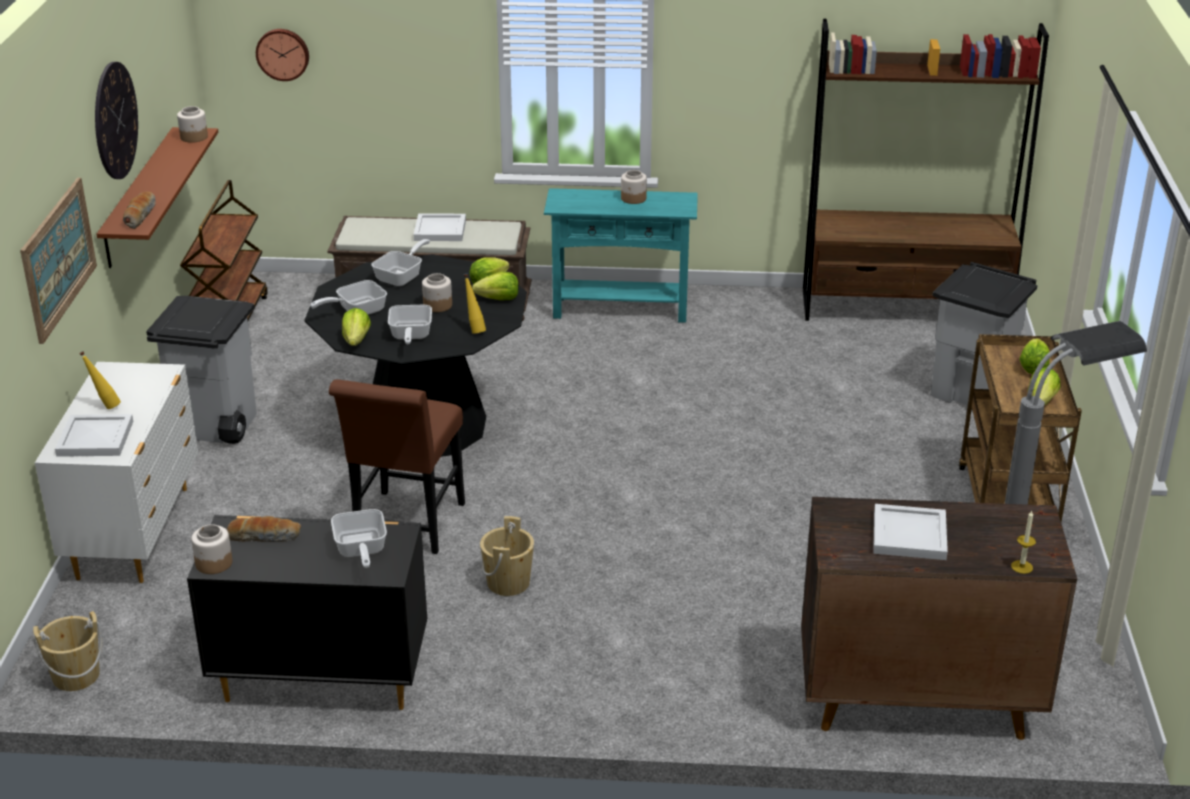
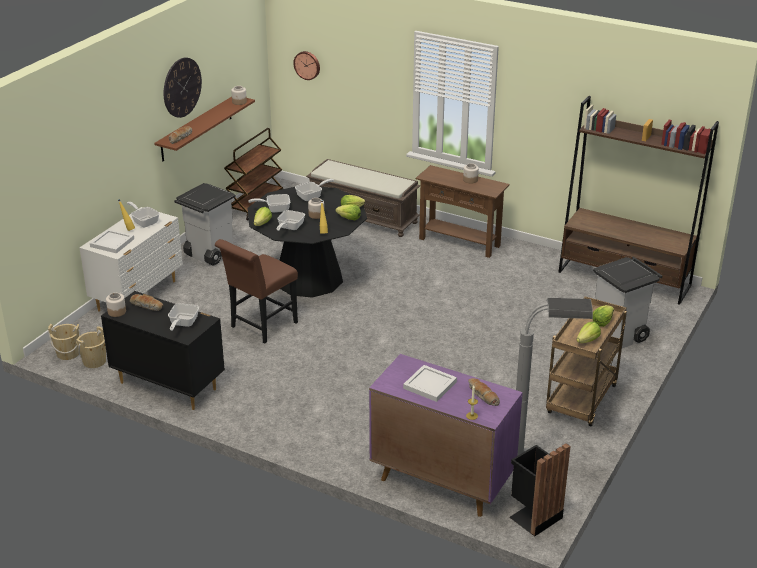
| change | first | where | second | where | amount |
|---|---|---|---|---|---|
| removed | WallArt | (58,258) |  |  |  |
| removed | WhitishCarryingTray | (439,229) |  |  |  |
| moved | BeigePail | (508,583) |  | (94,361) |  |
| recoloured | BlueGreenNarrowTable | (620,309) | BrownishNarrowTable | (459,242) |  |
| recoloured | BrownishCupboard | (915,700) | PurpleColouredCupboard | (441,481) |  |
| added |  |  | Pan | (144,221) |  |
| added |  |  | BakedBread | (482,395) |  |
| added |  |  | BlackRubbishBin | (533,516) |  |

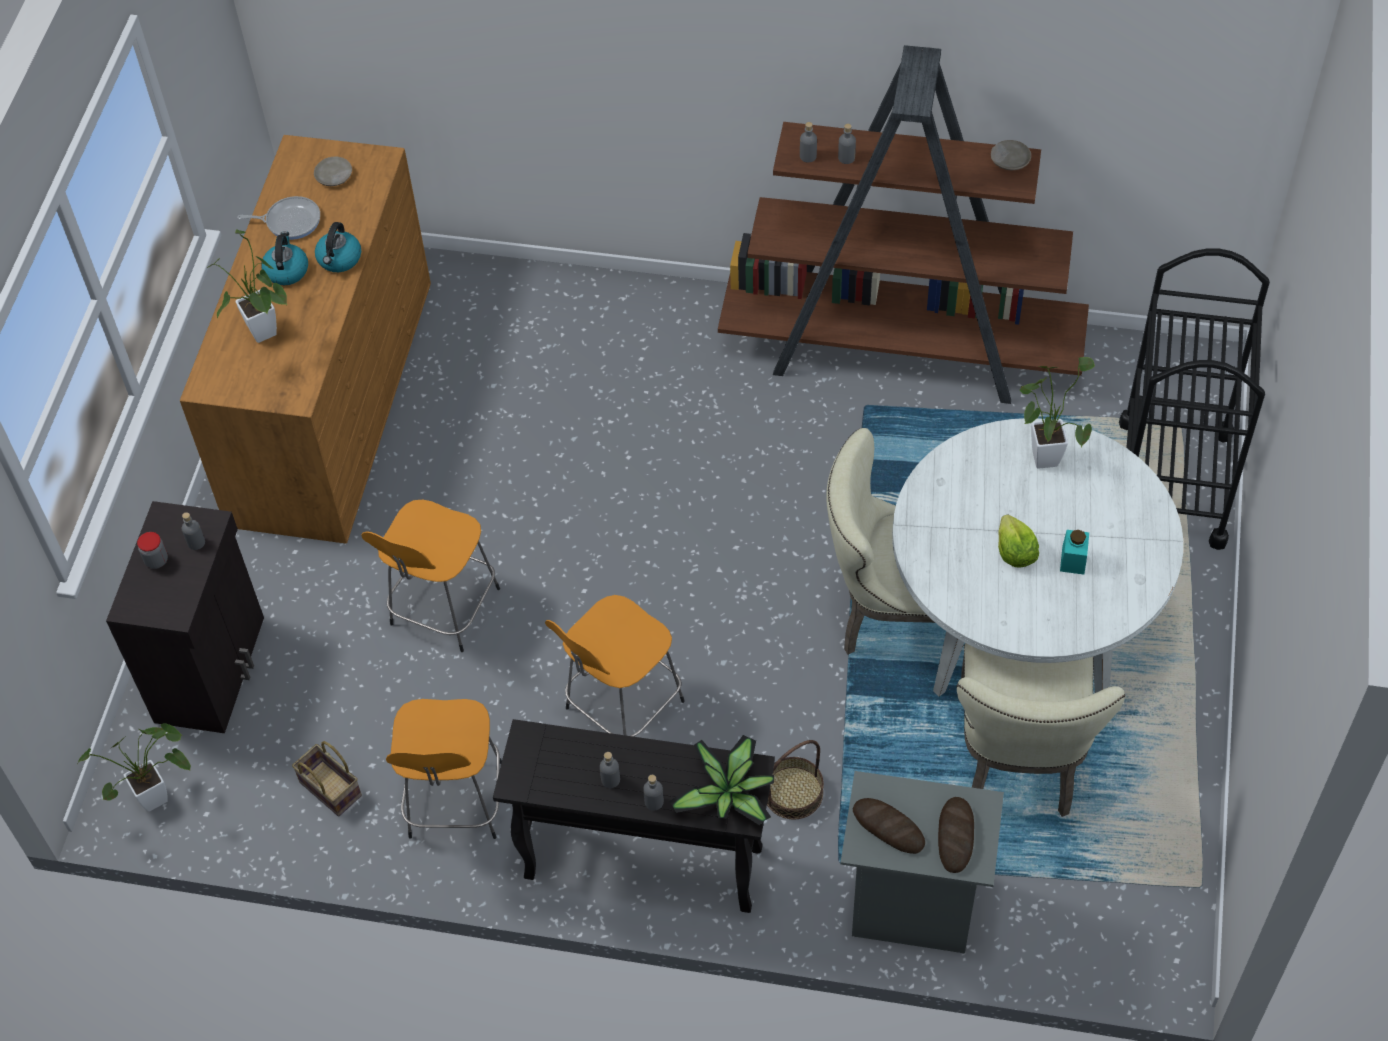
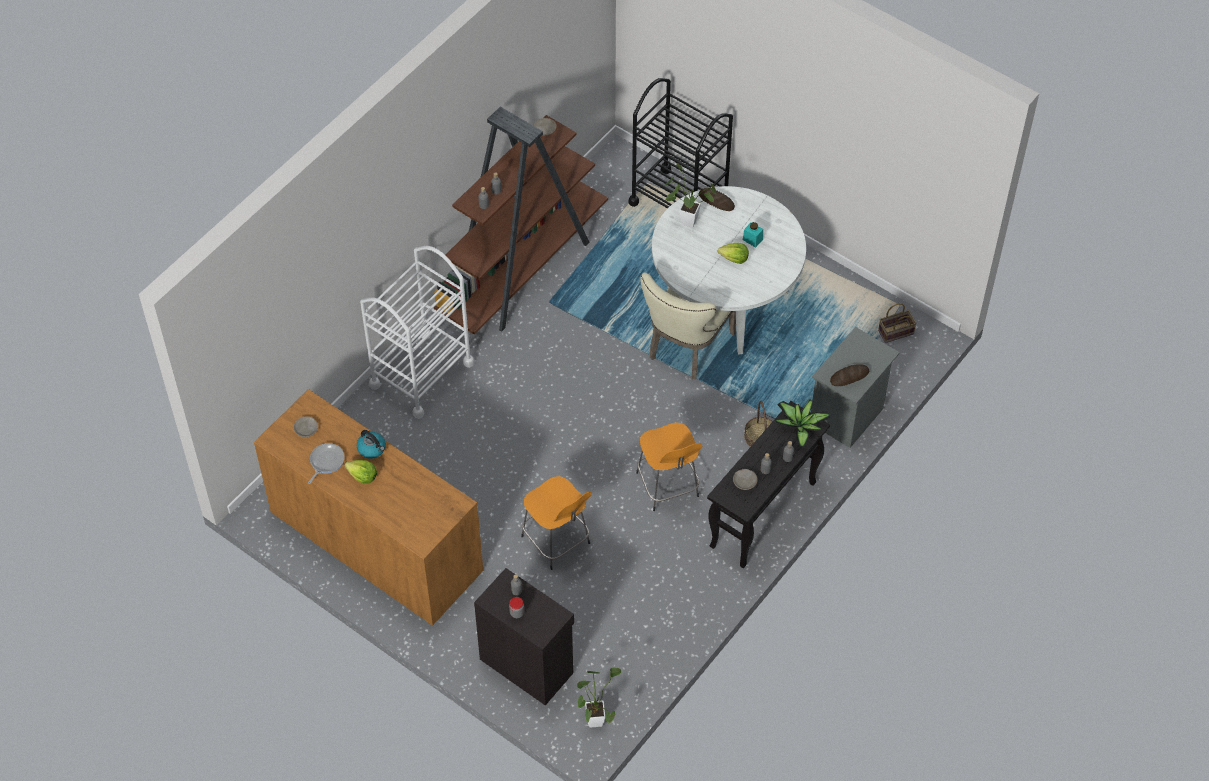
| change | first | where | second | where | amount |
|---|---|---|---|---|---|
| removed | PottedPlant | (265,337) |  |  |  |
| replaced | WaterKettle | (286,270) | Lettuce | (362,476) |  |
| moved | Basket | (328,789) |  | (895,333) |  |
| removed | OrangeyStool | (455,803) |  |  |  |
| moved | BakedBread | (955,836) |  | (716,201) |  |
| removed | BeigeChair | (1019,764) |  |  |  |
| added |  |  | WhitishCart | (421,374) |  |
| added |  |  | BeigePlate | (745,481) |  |

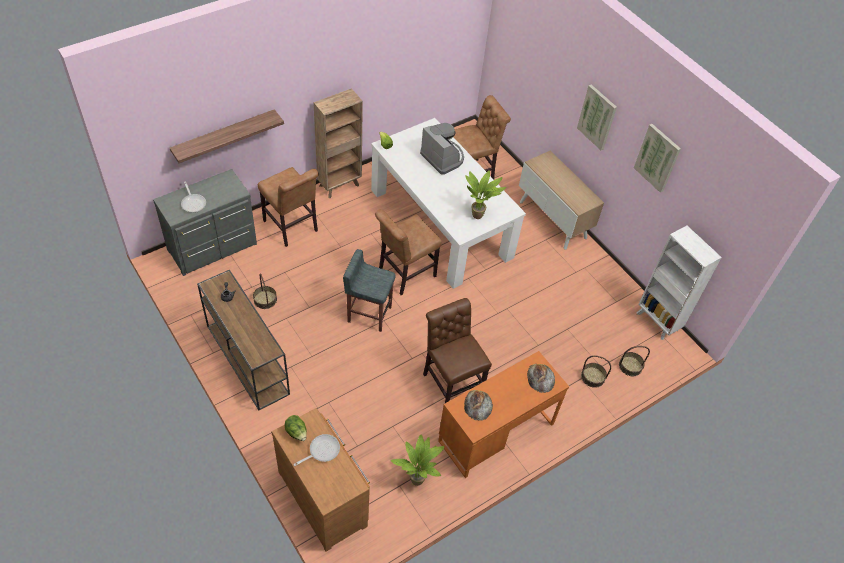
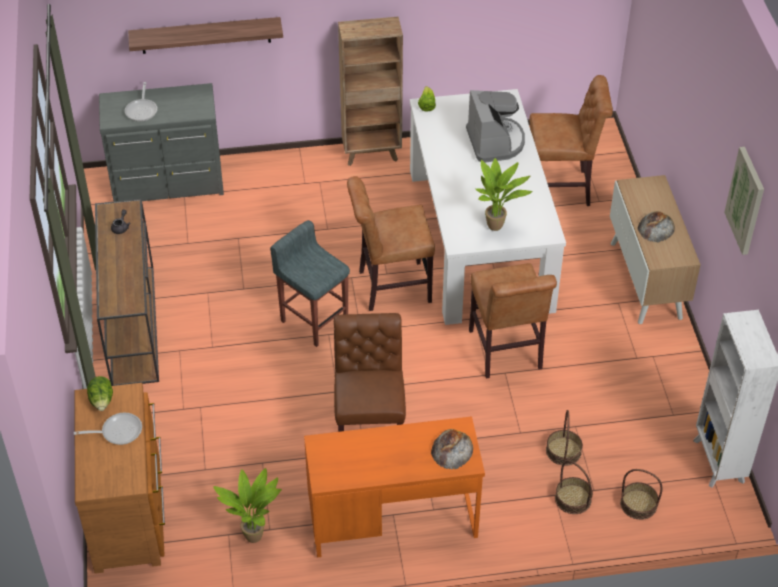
| change | first | where | second | where | amount |
|---|---|---|---|---|---|
| moved | Basket | (265,299) |  | (563,451) |  |
| moved | BrownishChair | (292,228) |  | (506,353) |  |
| moved | BakedBread | (478,405) |  | (656,227) |  |
| removed | WallArt | (597,117) |  |  |  |

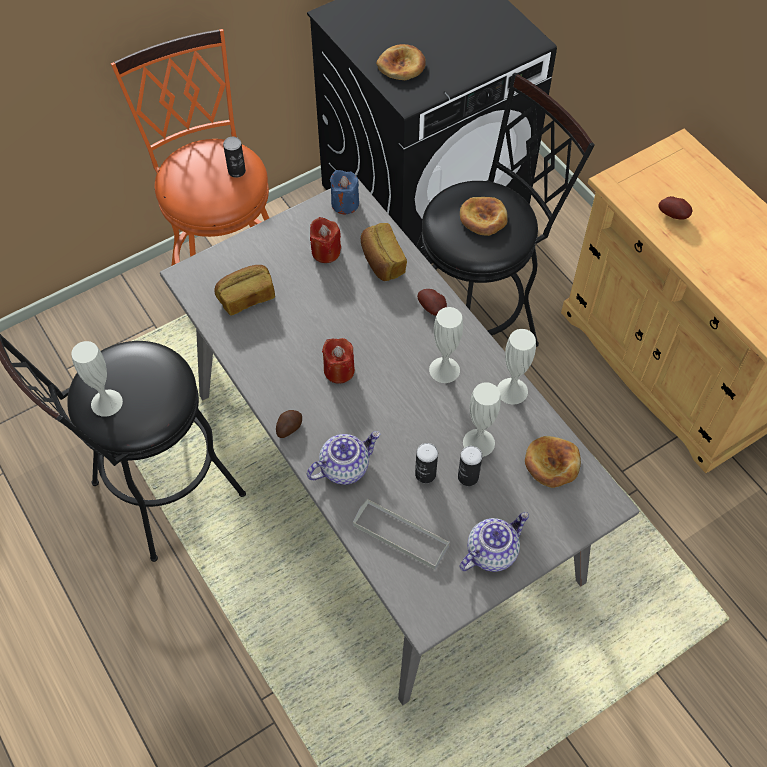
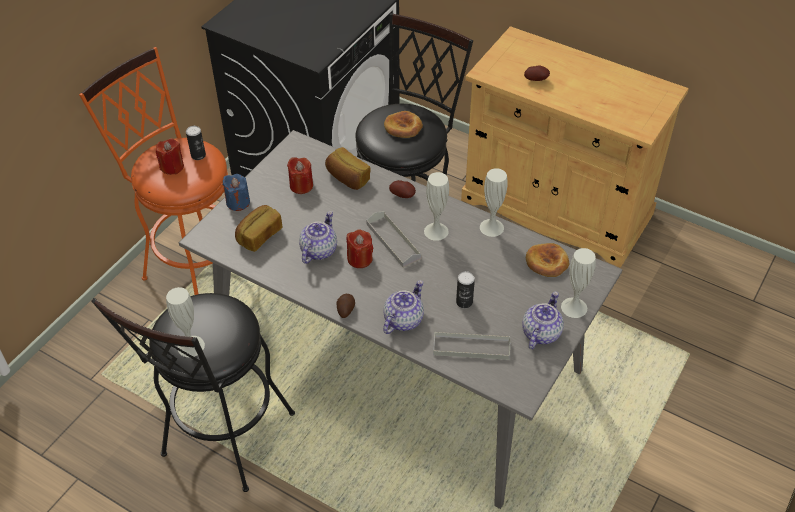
| change | first | where | second | where | amount |
|---|---|---|---|---|---|
| moved | BluishWaxLight | (345,203) |  | (238,202) |  |
| removed | BakedBread | (402,65) |  |  |  |
| removed | SealedCan | (468,477) |  |  |  |
| moved | WhitishFlowerVase | (478,442) |  | (574,307) |  |
| added |  |  | RedColouredWaxLight | (172,167) |  |
| added |  |  | PotForTea | (318,250) |  |
| added |  |  | GreyishCarryingTray | (393,241) |  |

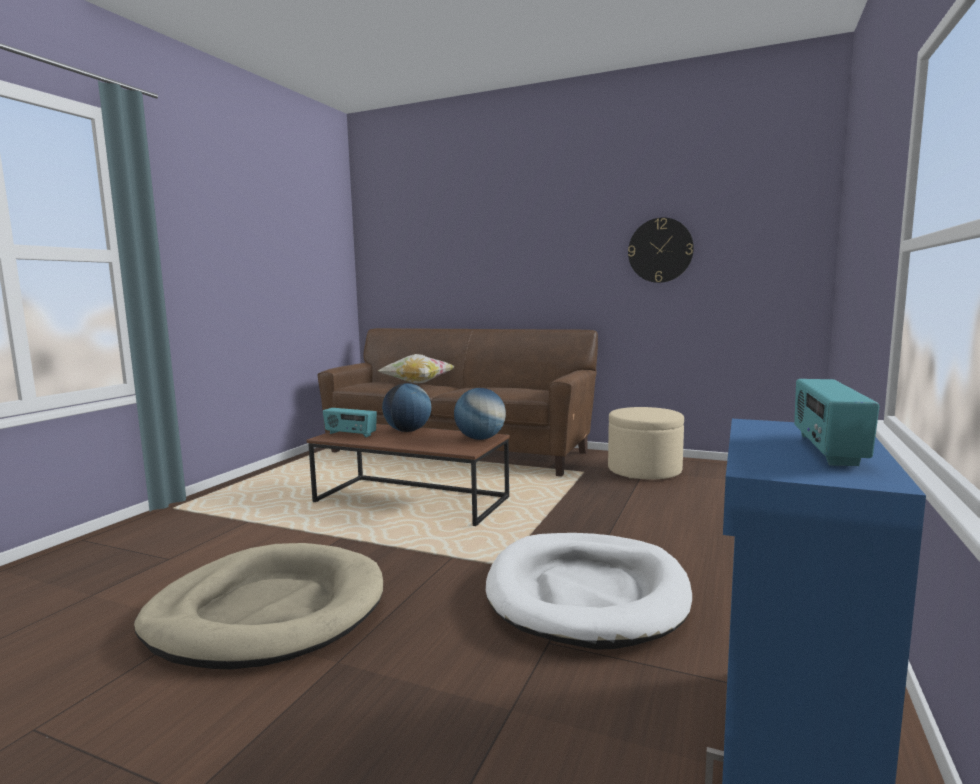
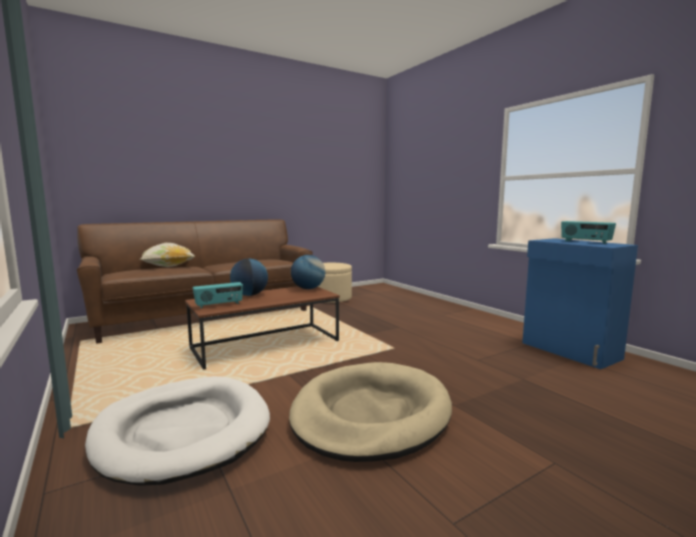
| change | first | where | second | where | amount |
|---|---|---|---|---|---|
| moved | WhitishPetBed | (586,593) |  | (183,431) |  |
| removed | HangingClock | (660,250) |  |  |  |

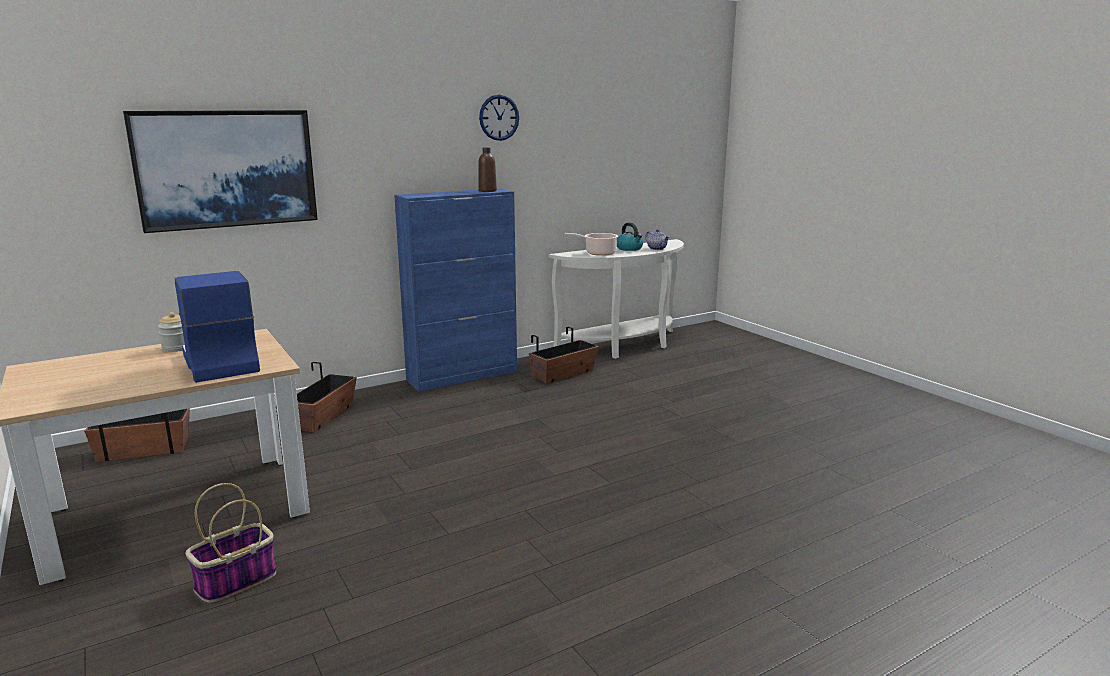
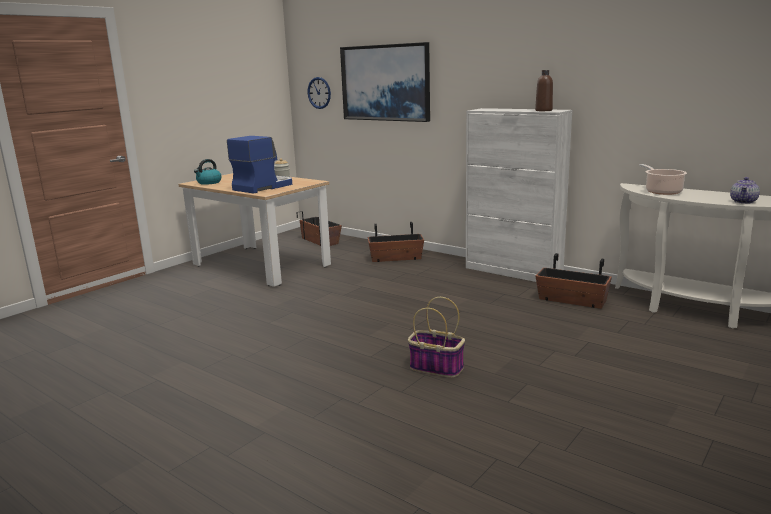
| change | first | where | second | where | amount |
|---|---|---|---|---|---|
| moved | Basket | (235,582) |  | (435,367) |  |
| recoloured | BluishCupboard | (463,376) | WhitishCupboard | (513,272) |  |
| moved | HangingClock | (499,117) |  | (319,93) |  |
| moved | WaterKettle | (629,249) |  | (209,182) |  |

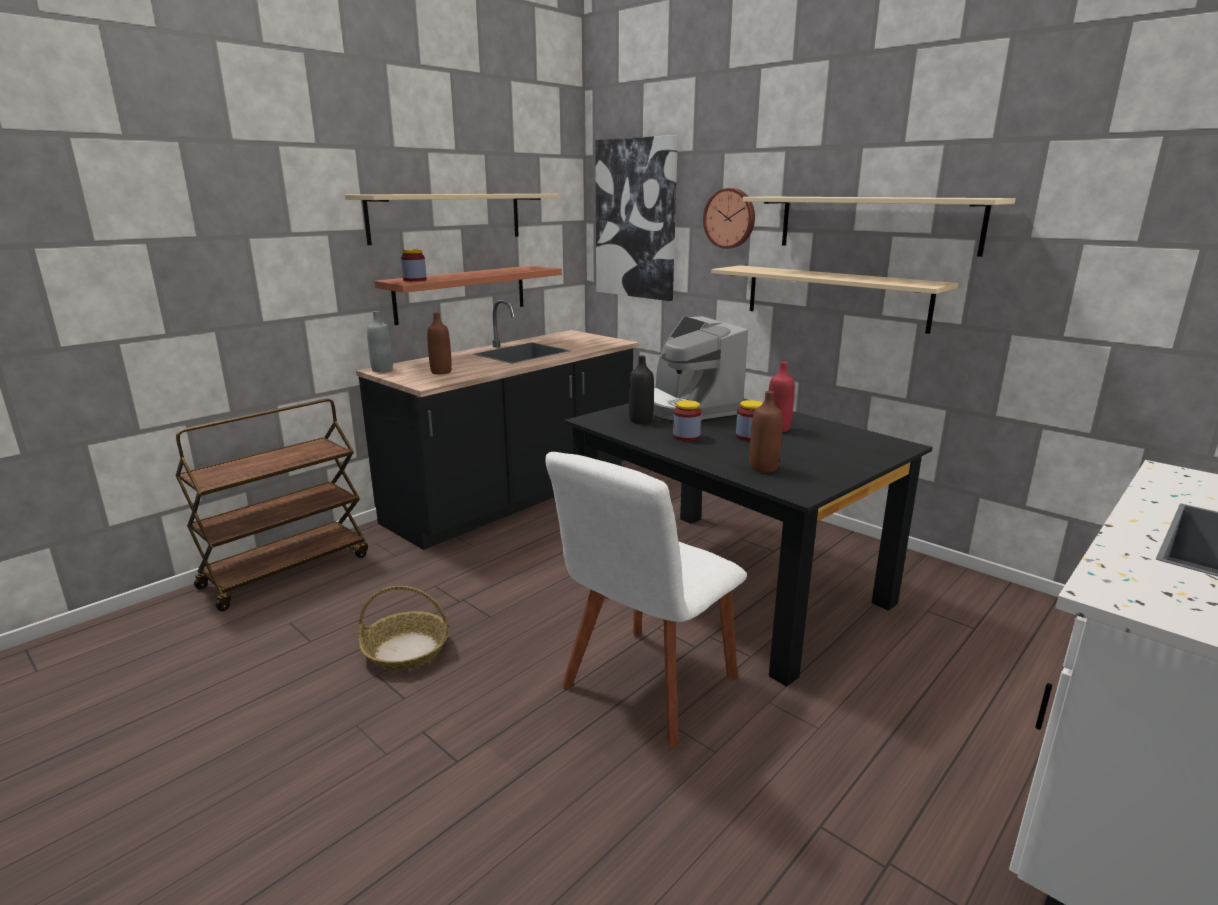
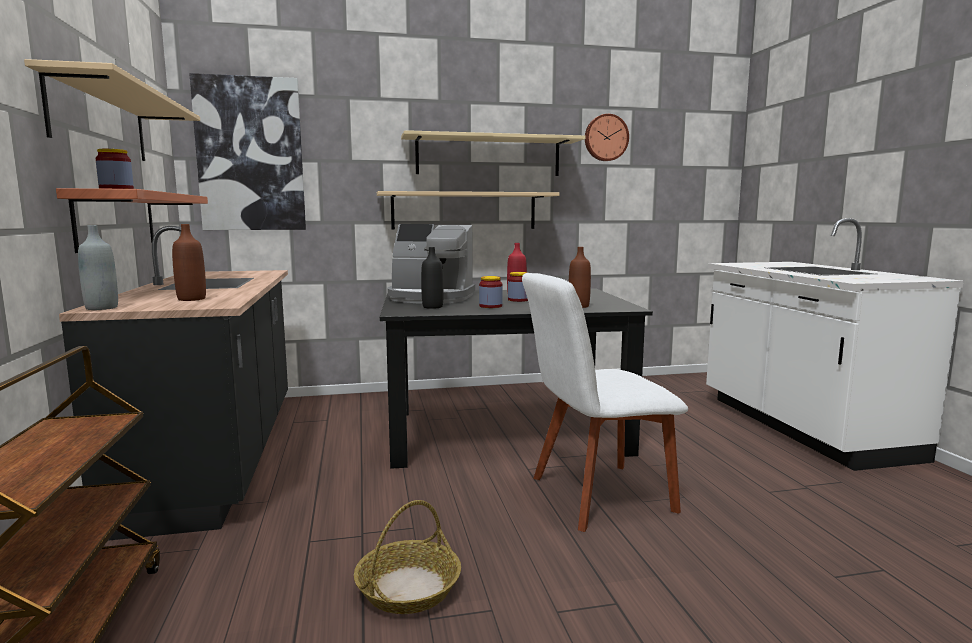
| change | first | where | second | where | amount |
|---|---|---|---|---|---|
| turned | WhitishChair | (645,687) |  | (595,496) | 90 degrees clockwise |
| moved | HangingClock | (730,218) |  | (605,138) |  |

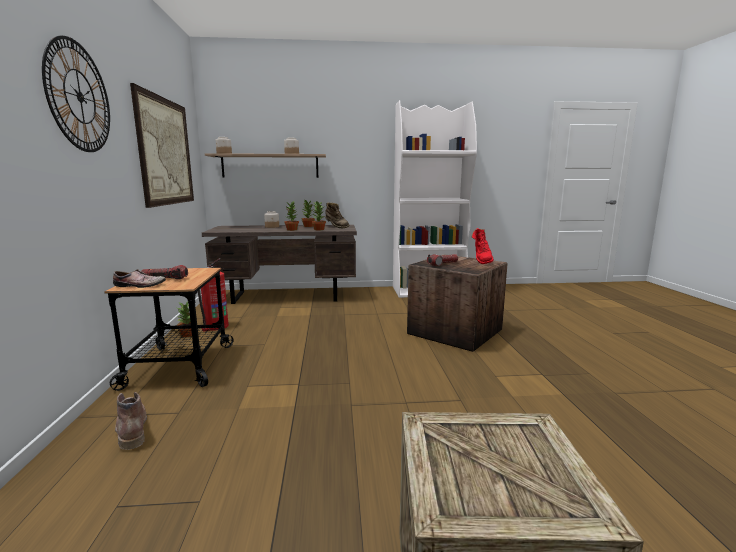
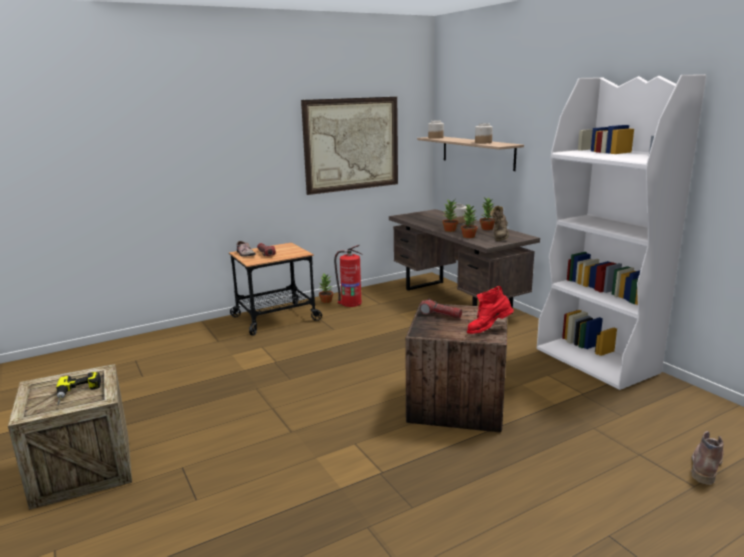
| change | first | where | second | where | amount |
|---|---|---|---|---|---|
| removed | HangingClock | (79,97) |  |  |  |
| moved | BrownishBoot | (131,428) |  | (705,464) |  |
| added |  |  | ElectricDrill | (78,393) |  |

